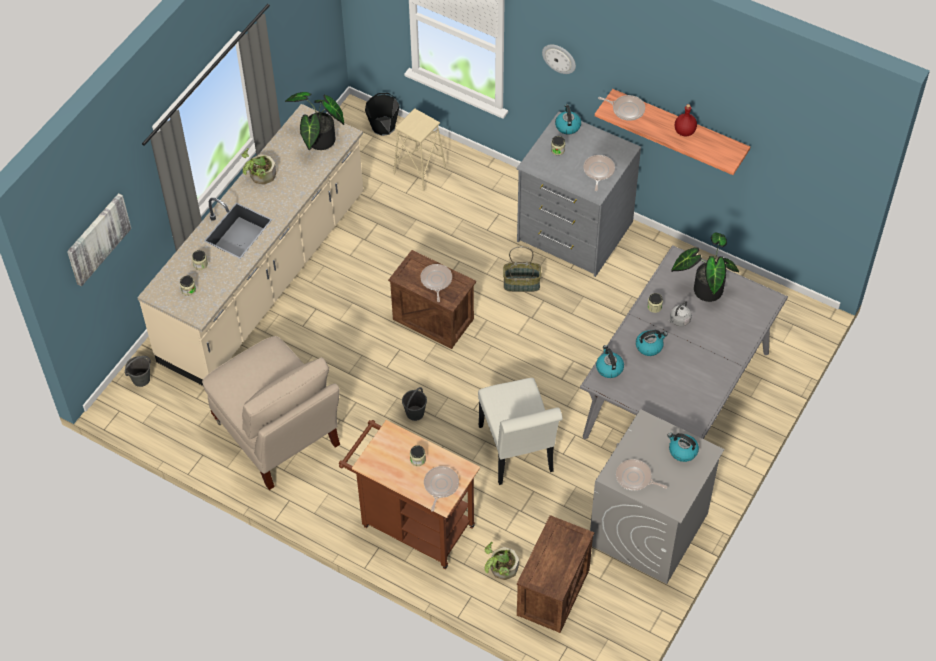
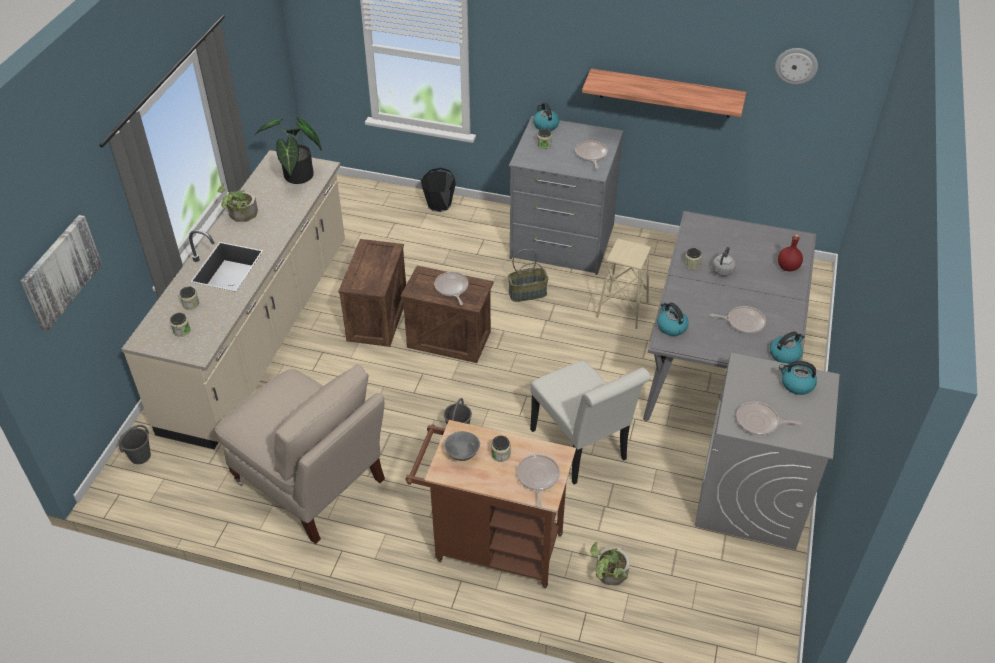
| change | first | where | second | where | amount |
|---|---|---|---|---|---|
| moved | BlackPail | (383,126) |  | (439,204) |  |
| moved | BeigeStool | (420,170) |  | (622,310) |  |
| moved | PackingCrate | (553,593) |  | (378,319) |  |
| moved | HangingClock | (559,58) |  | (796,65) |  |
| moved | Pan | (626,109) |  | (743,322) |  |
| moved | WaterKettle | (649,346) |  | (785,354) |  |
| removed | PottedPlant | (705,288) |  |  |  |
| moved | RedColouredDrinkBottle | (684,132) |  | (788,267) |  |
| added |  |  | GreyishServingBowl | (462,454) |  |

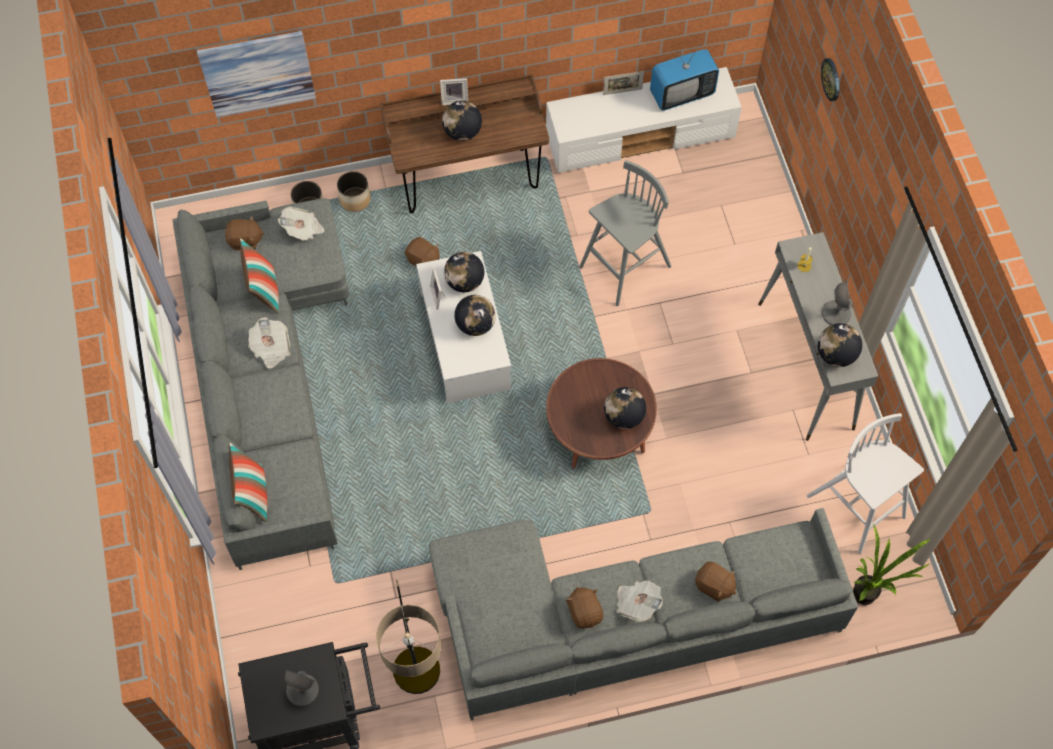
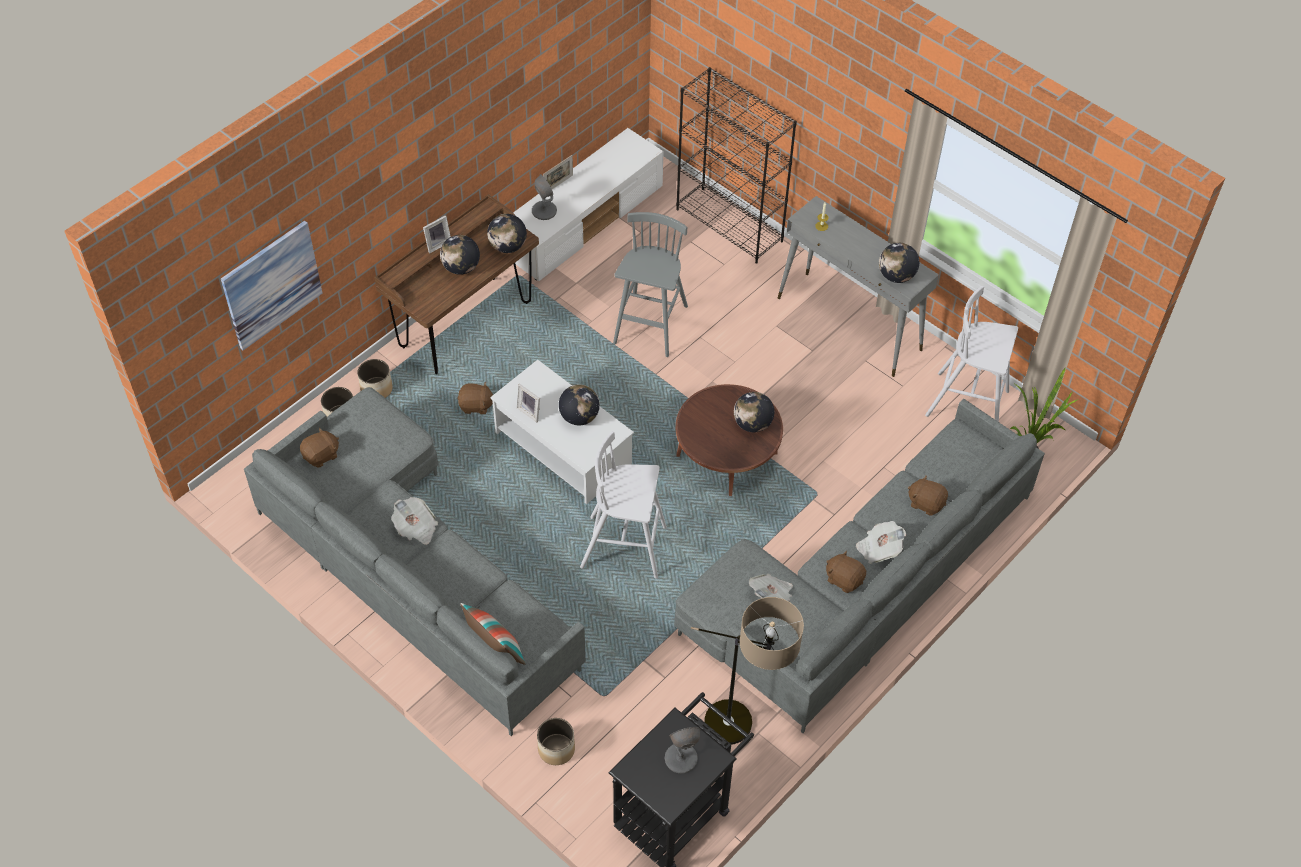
| change | first | where | second | where | amount |
|---|---|---|---|---|---|
| removed | Cushion | (264,290) |  |  |  |
| moved | Newspaper | (303,230) |  | (771,594) |  |
| moved | DeskGlobe | (464,282) |  | (507,246) |  |
| removed | TvSet | (681,94) |  |  |  |
| turned | BrownishCuddlyToy | (714,586) |  | (926,503) | 150 degrees counterclockwise |
| removed | HangingClock | (831,79) |  |  |  |
| moved | GreyishTabletopLamp | (836,313) |  | (544,210) |  |
| added |  |  | FlowerPot | (556,749) |  |
| added |  |  | WhitishStool | (625,547) |  |
| added |  |  | BlackBookshelf | (730,225) |  |

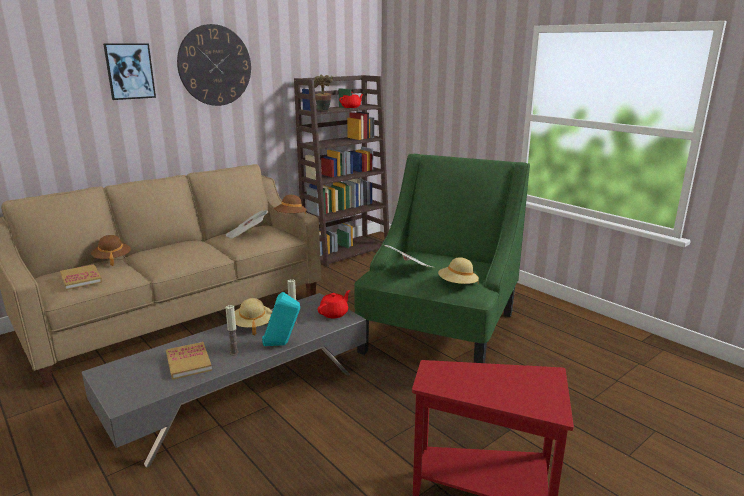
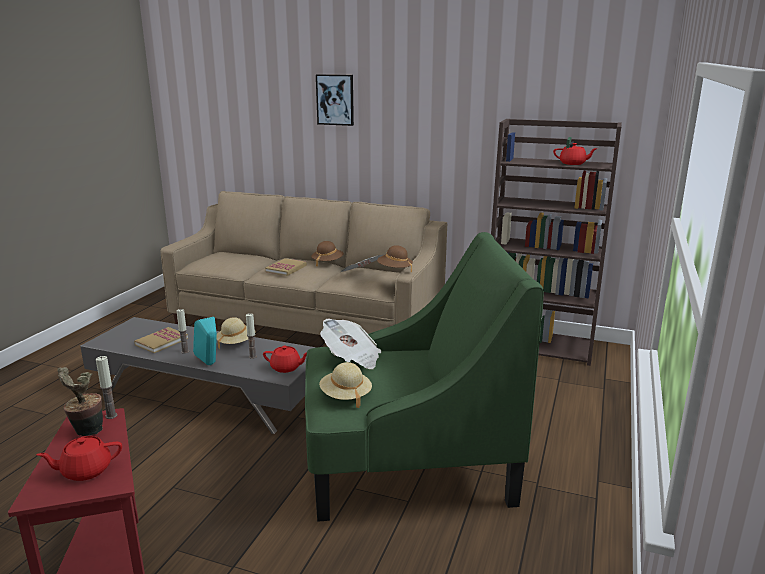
| change | first | where | second | where | amount |
|---|---|---|---|---|---|
| moved | Volume | (81,279) |  | (286,269) |  |
| moved | BrownishWearableHat | (112,259) |  | (327,262) |  |
| removed | HangingClock | (215,65) |  |  |  |
| moved | PottedPlant | (323,110) |  | (86,432) |  |
| added |  |  | RedColouredPotForTea | (85,470) |  |
| added |  |  | WaxLight | (111,416) |  |

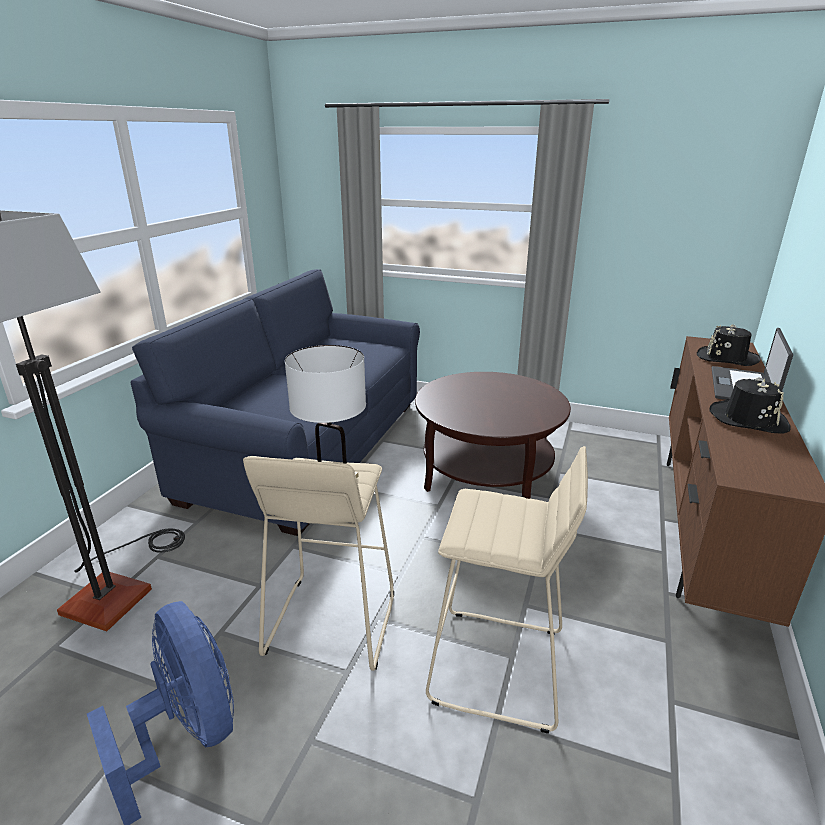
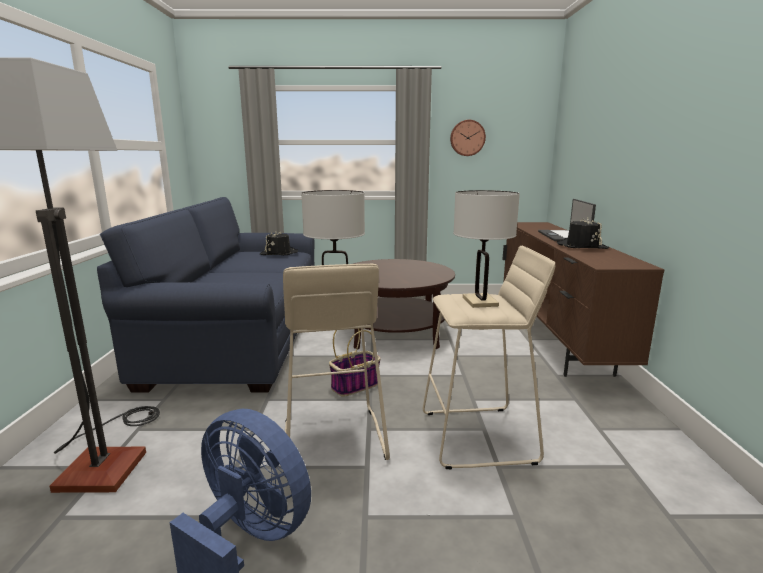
| change | first | where | second | where | amount |
|---|---|---|---|---|---|
| moved | BlackWearableHat | (726,358) |  | (279,253) |  |
| added |  |  | Basket | (355,385) |  |
| added |  |  | HangingClock | (467,138) |  |
| added |  |  | WhitishTabletopLamp | (480,301) |  |

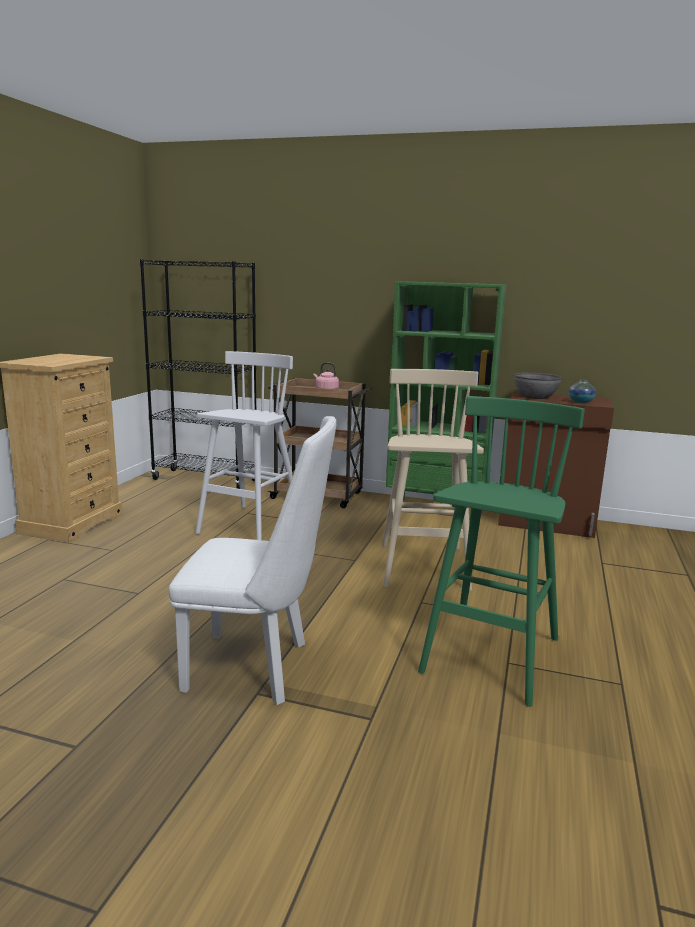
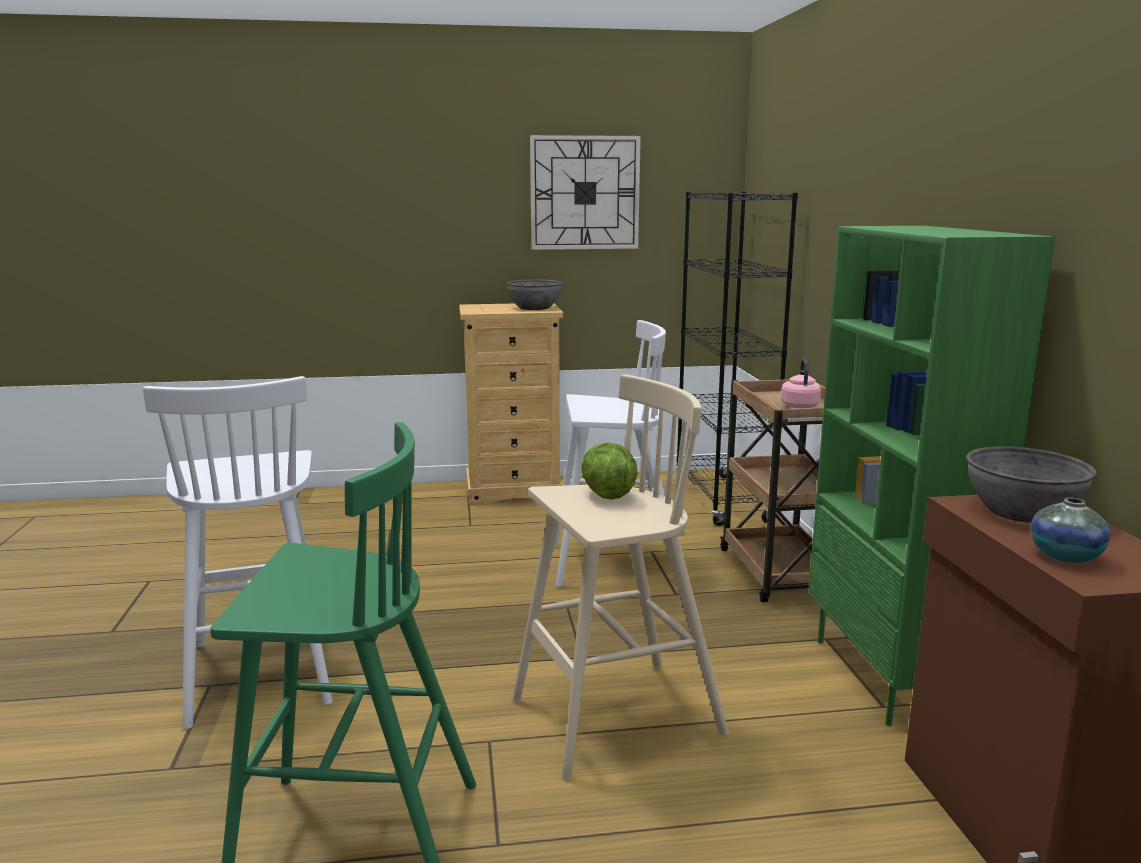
| change | first | where | second | where | amount |
|---|---|---|---|---|---|
| replaced | WhitishChair | (258,667) | WhitishStool | (260,671) |  |
| added |  |  | GreyishServingBowl | (534,308) |  |
| added |  |  | HangingClock | (585,193) |  |
| added |  |  | Lettuce | (607,493) |  |

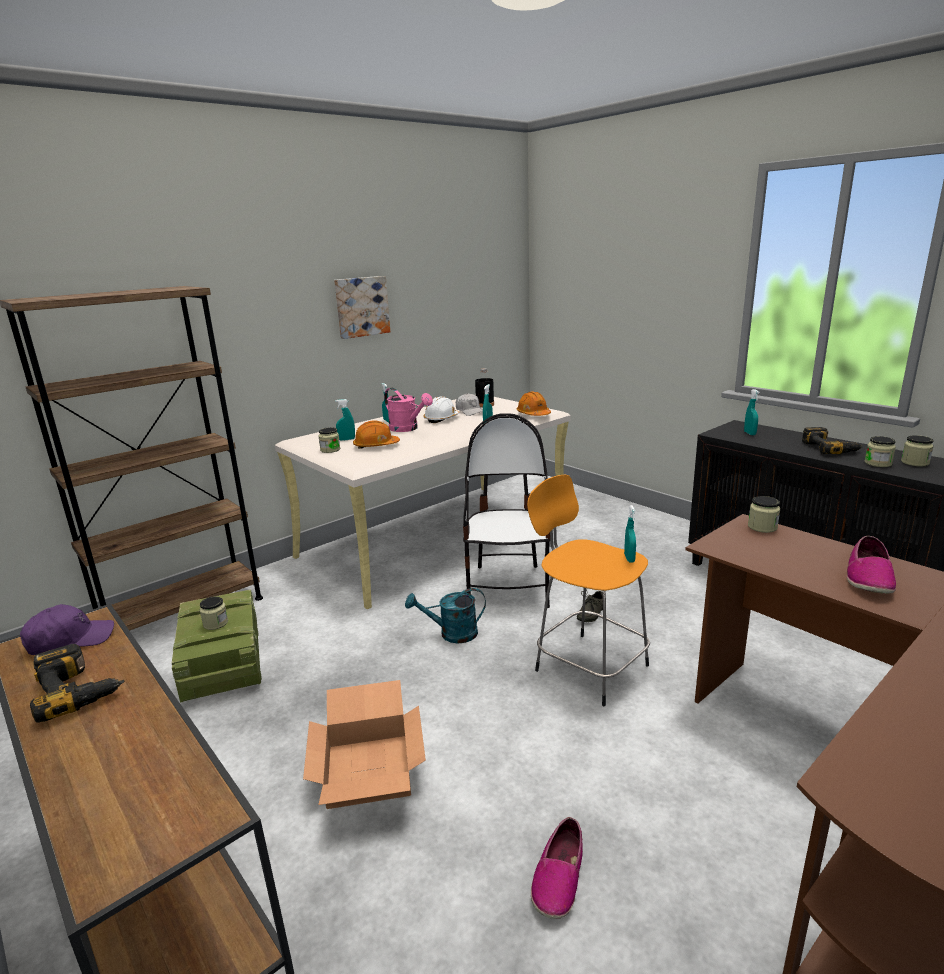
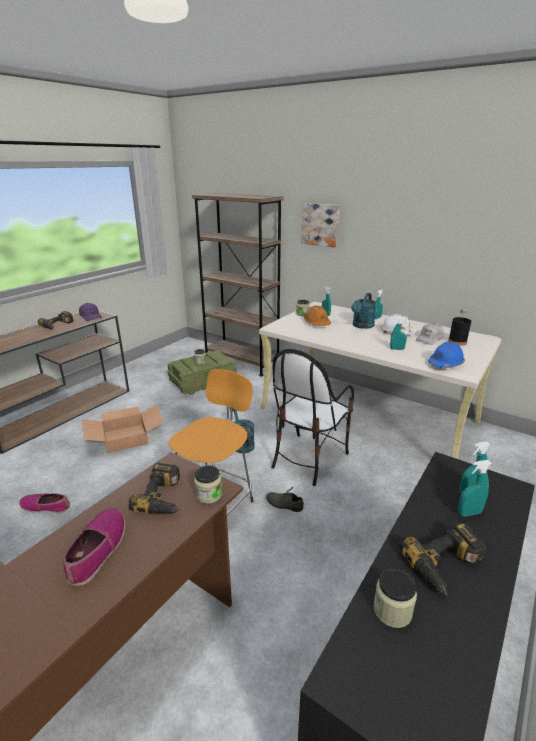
| change | first | where | second | where | amount |
|---|---|---|---|---|---|
| moved | WallArt | (361,306) |  | (321,224) |  |
| recoloured | PinkWateringCan | (407,429) | BlueGreenWateringCan | (362,326) |  |
| turned | Chair | (508,587) |  | (308,458) | 135 degrees clockwise |
| recoloured | OrangeyWorkHelmet | (533,414) | BluishWorkHelmet | (445,364) |  |
| moved | BlueGreenHandSprayer | (629,558) |  | (469,513) |  |
| turned | ItemOfFootwear | (868,578) |  | (97,550) | 90 degrees clockwise |
| removed | PreserveJar | (915,462) |  |  |  |
| added |  |  | ElectricDrill | (164,497) |  |

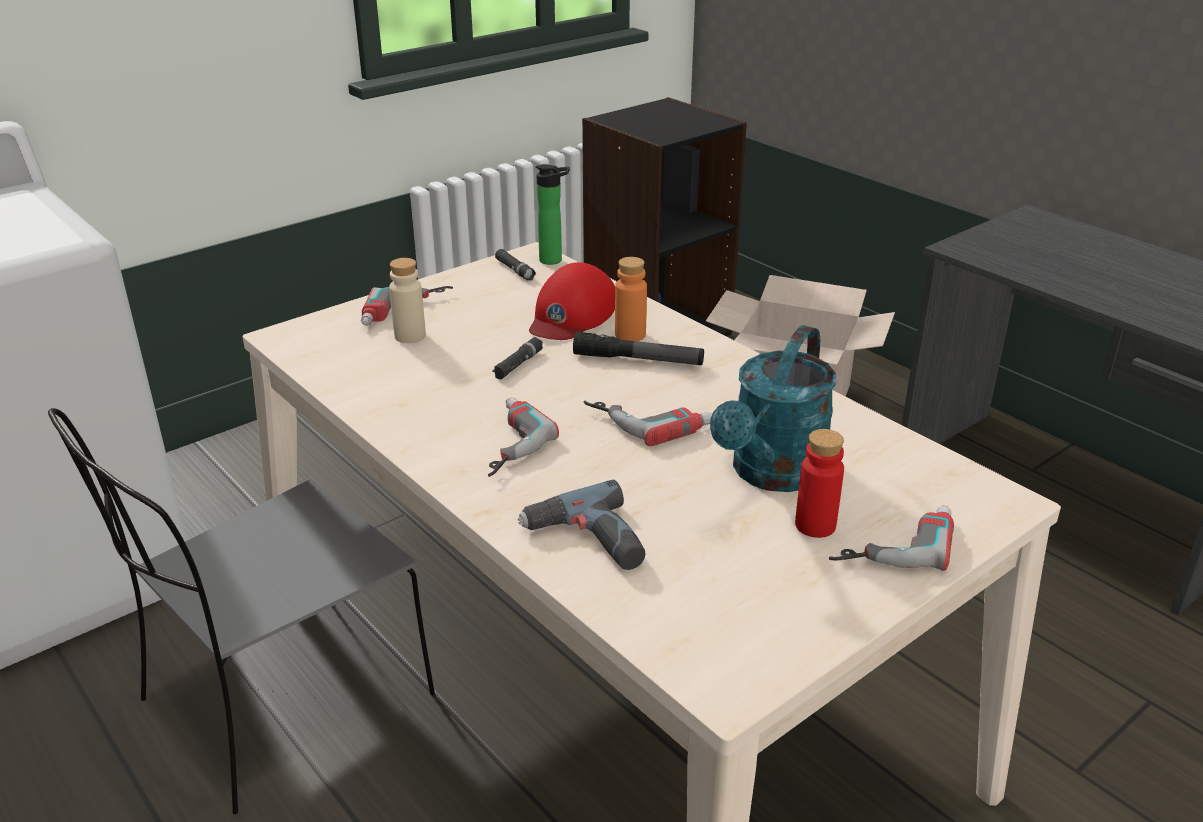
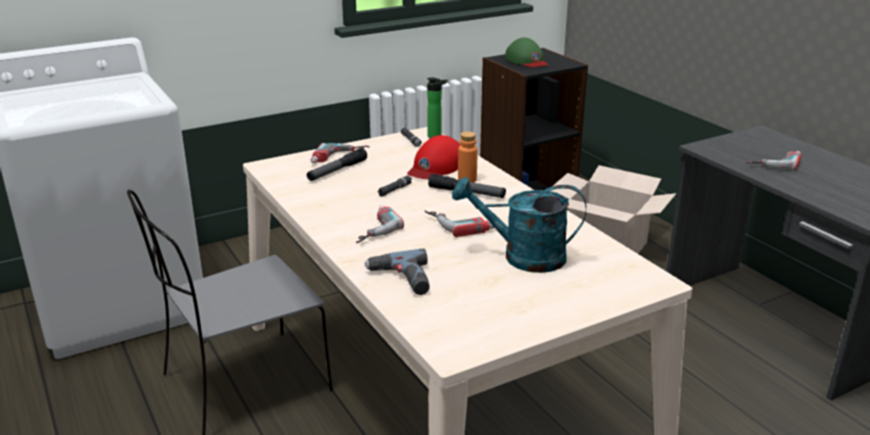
| change | first | where | second | where | amount |
|---|---|---|---|---|---|
| replaced | BeigeDrinkBottle | (410,336) | Flashlight | (337,171) |  |
| turned | BlueGreenWateringCan | (772,474) |  | (522,257) | 60 degrees clockwise |
| removed | RedColouredDrinkBottle | (815,525) |  |  |  |
| moved | ElectricDrill | (892,542) |  | (773,162) |  |
| added |  |  | GreenCap | (526,60) |  |

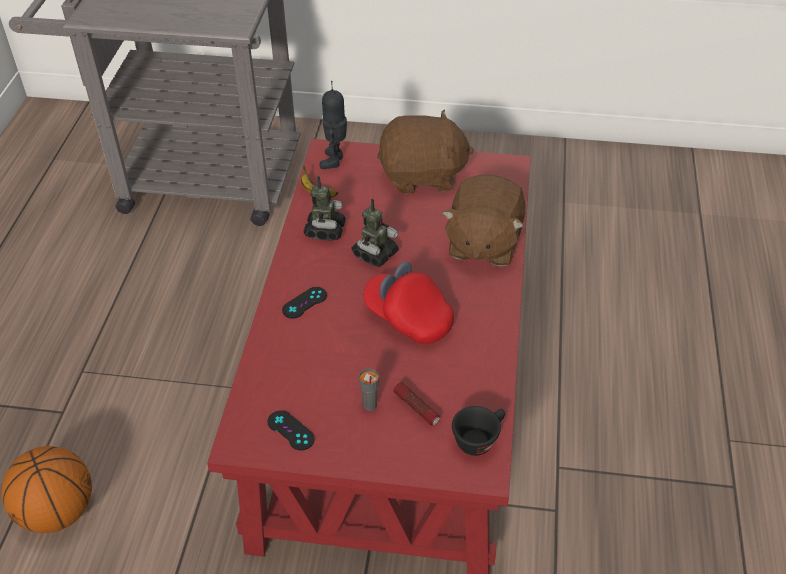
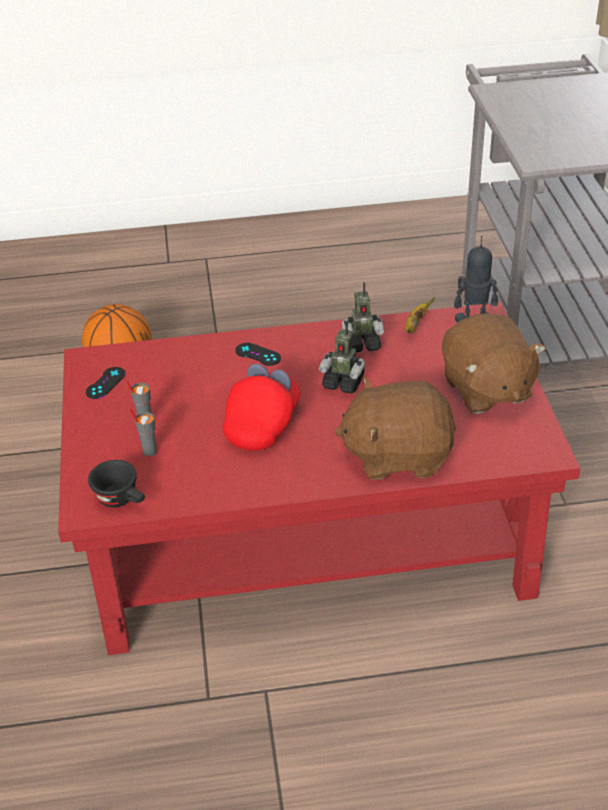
| change | first | where | second | where | amount |
|---|---|---|---|---|---|
| replaced | Flashlight | (416,408) | GreyishSmallCup | (149,451) |  |

